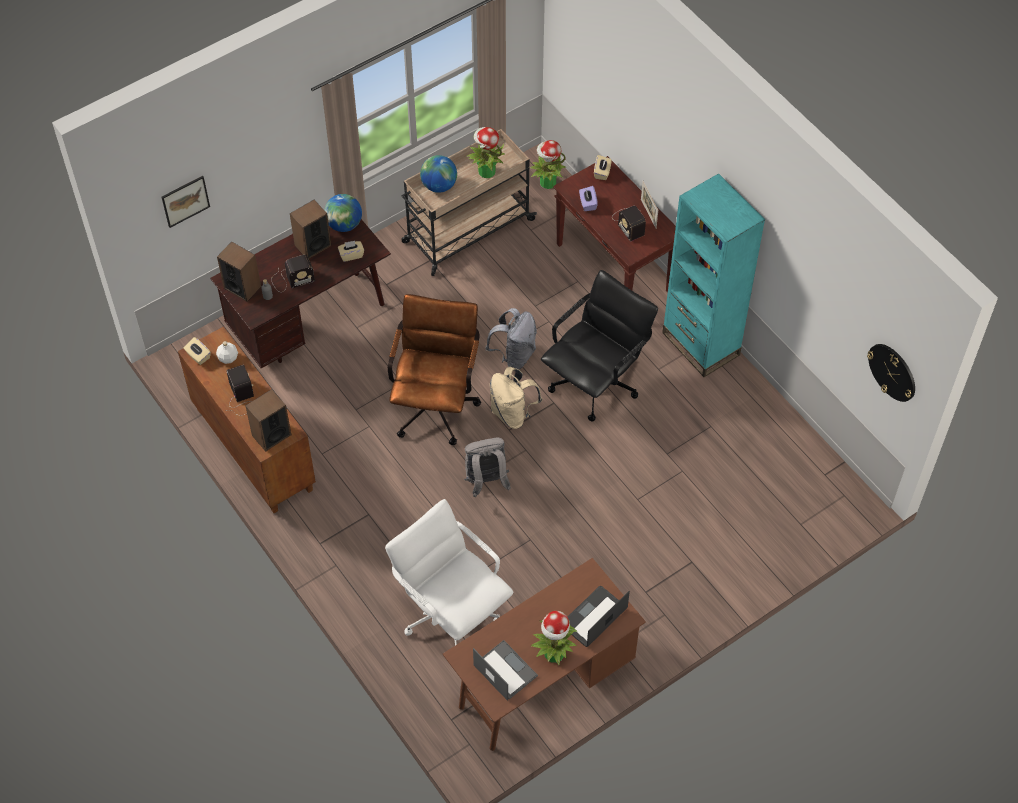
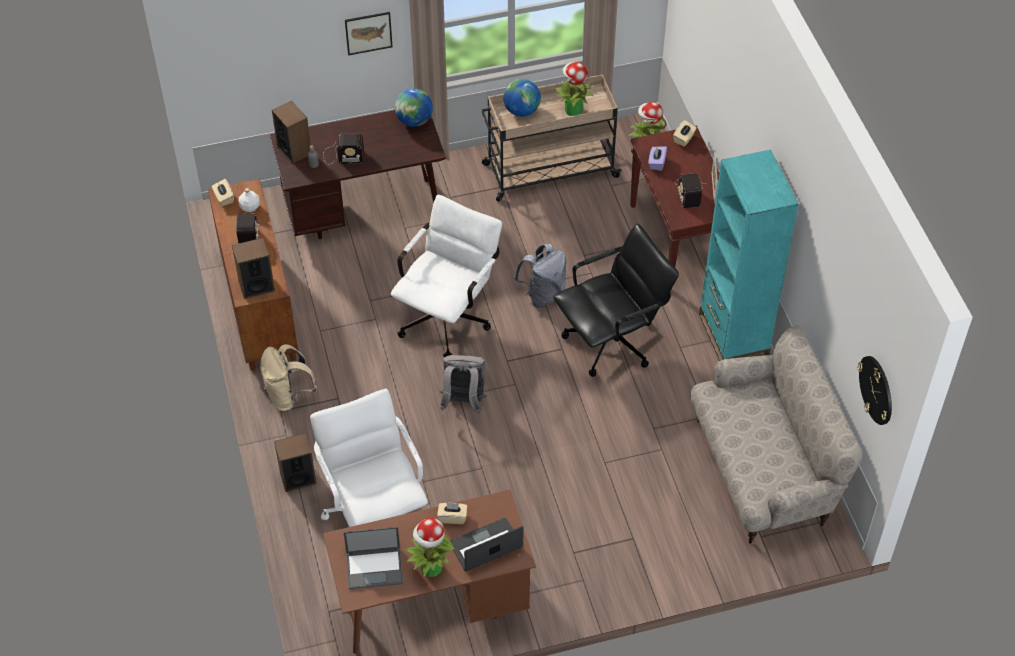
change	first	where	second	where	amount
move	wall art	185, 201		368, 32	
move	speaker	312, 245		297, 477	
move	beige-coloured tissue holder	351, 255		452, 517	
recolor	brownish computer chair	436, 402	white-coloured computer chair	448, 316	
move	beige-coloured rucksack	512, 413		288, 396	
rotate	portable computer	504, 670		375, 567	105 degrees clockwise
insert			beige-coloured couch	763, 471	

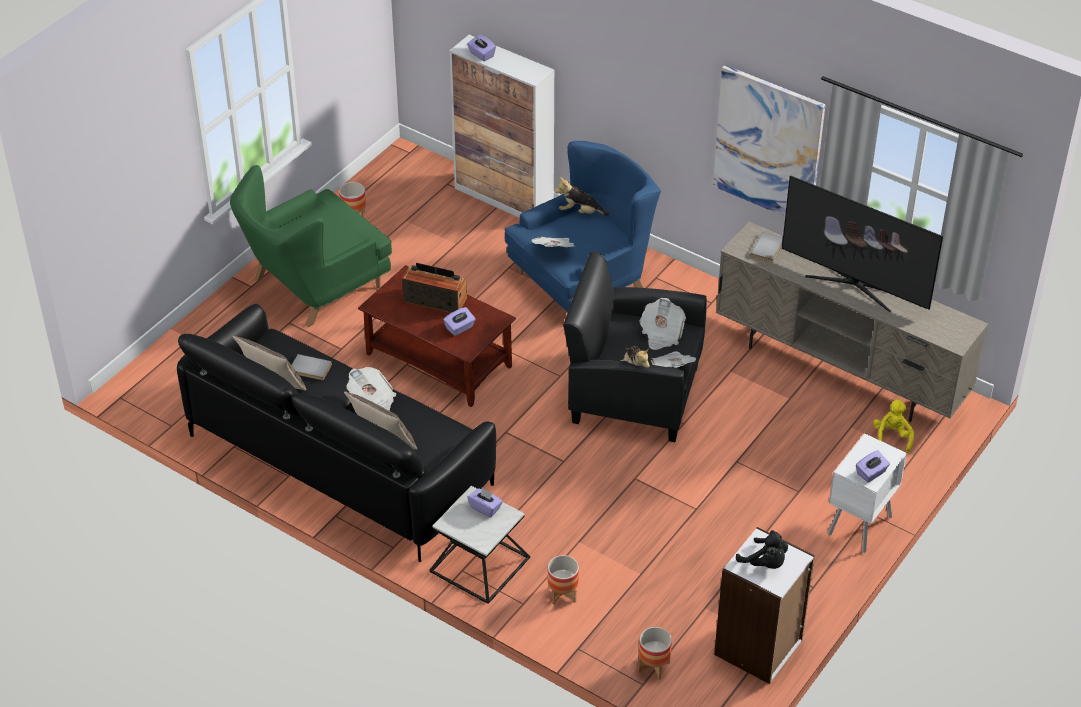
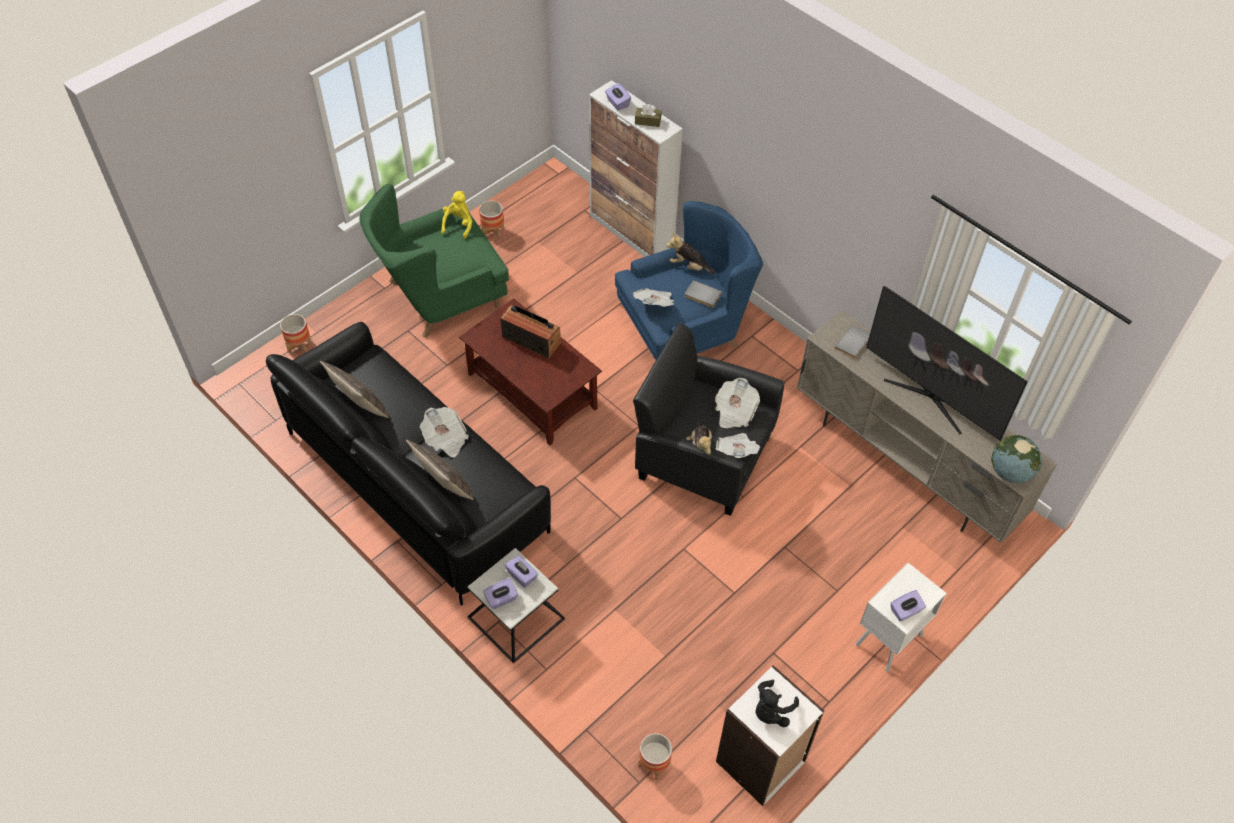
change	first	where	second	where	amount
delete	wall art	768, 145			
move	purplish tissue holder	460, 328		501, 599	
move	gray book	310, 369		702, 296	
move	yellowish cuddly toy	892, 438		458, 224	
rotate	black cuddly toy	765, 563		771, 711	75 degrees clockwise
move	flower pot	562, 594		299, 346	
insert			brownish tissue holder	647, 121	
insert			desk globe	1010, 472	

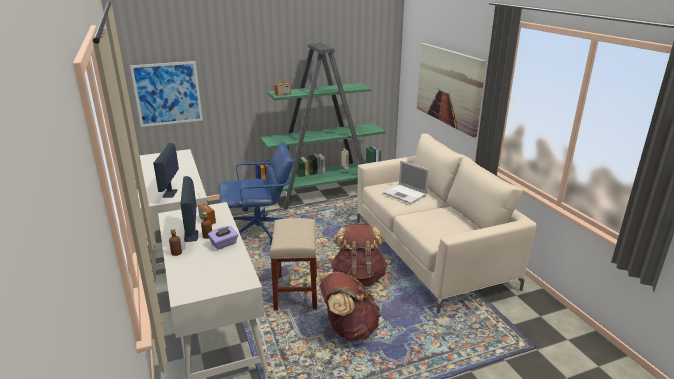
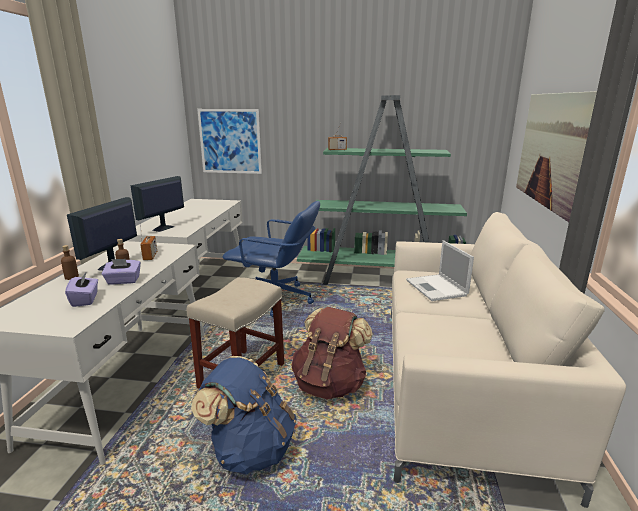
change	first	where	second	where	amount
recolor	brownish rucksack	348, 329	blue rucksack	250, 449	
insert			purplish tissue holder	85, 300	

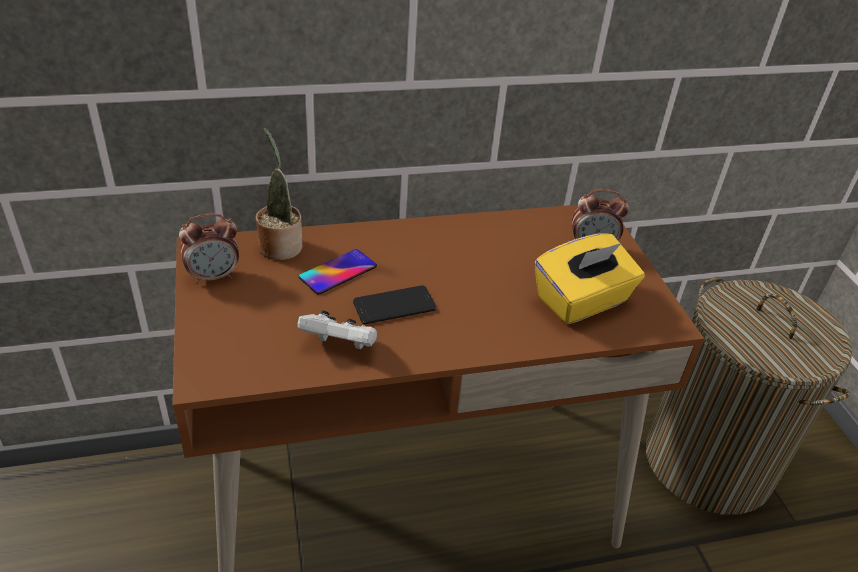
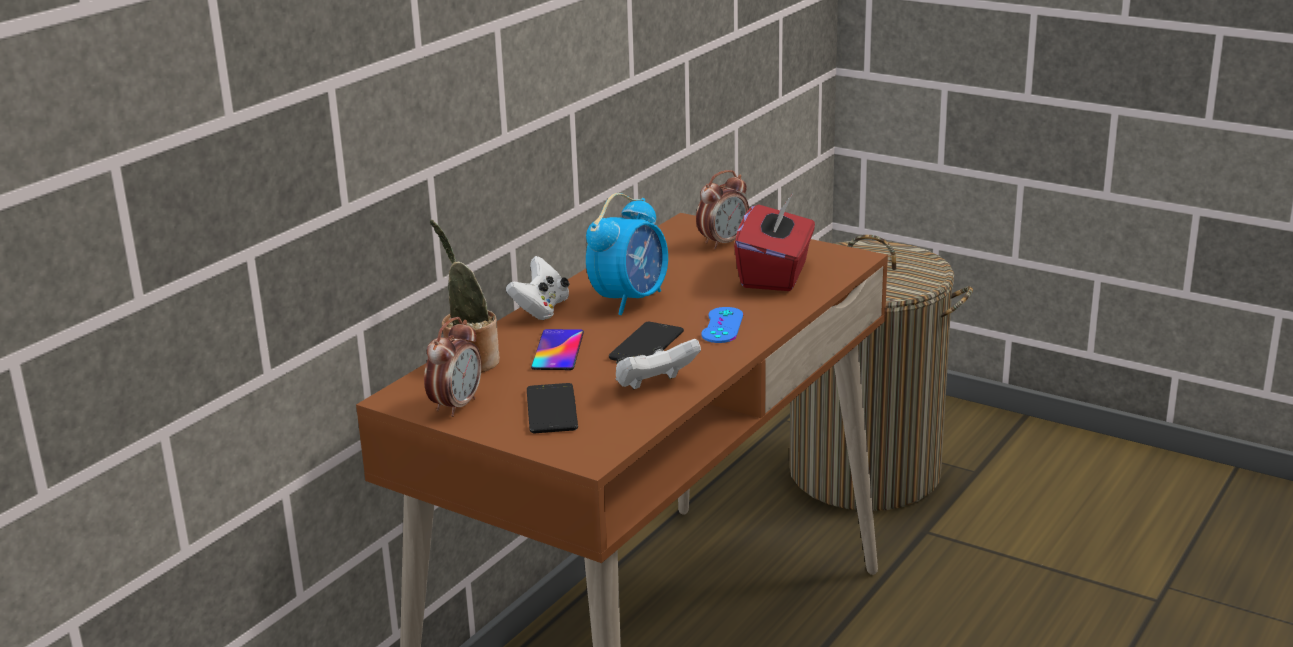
change	first	where	second	where	amount
recolor	yellowish tissue holder	582, 301	reddish tissue holder	775, 275	
insert			table clock	630, 300	
insert			white-coloured joypad	541, 310	
insert			blue joypad	722, 325	
insert			phone	552, 409	

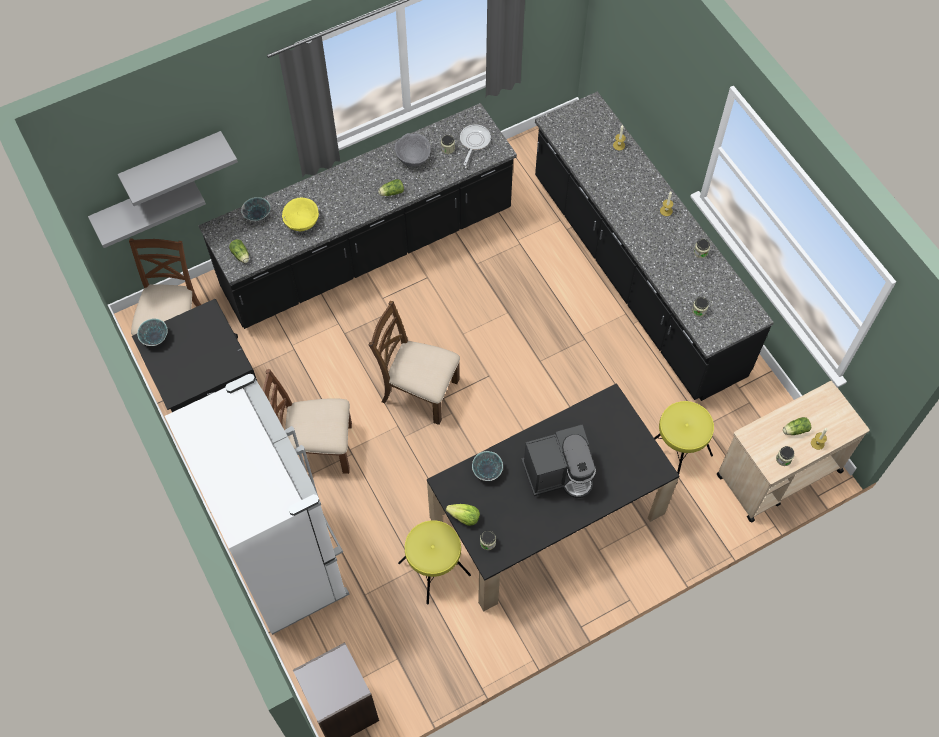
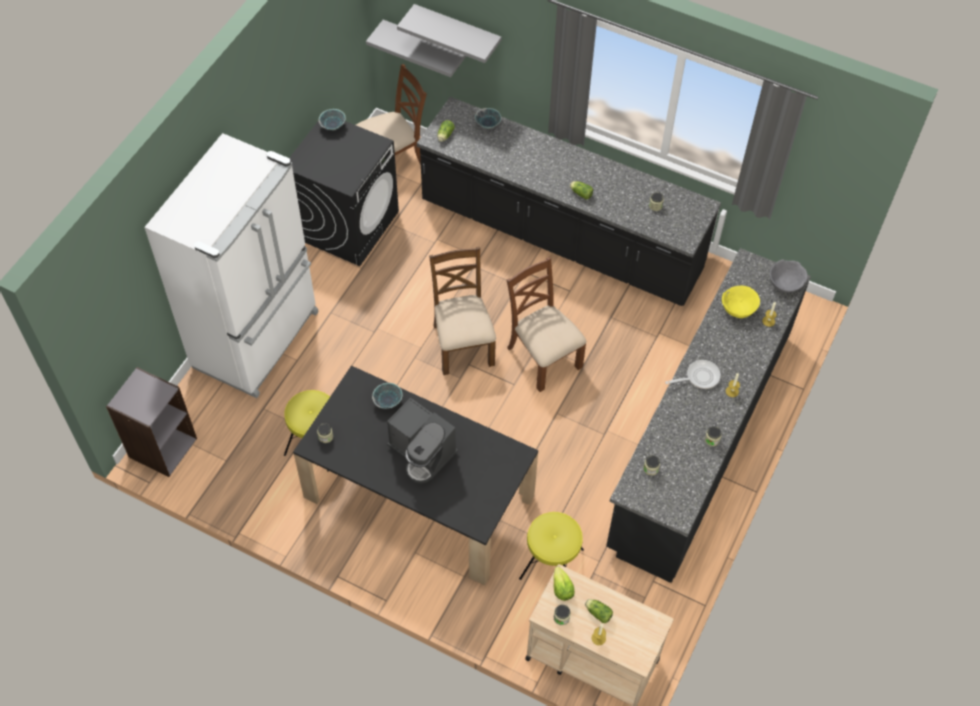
change	first	where	second	where	amount
move	skillet	474, 142		699, 377	
move	gray serving bowl	413, 157		785, 283	
move	yellowish serving bowl	301, 221		738, 308	
move	brownish plain chair	317, 447		543, 357	
move	head of lettuce	464, 517		562, 589	

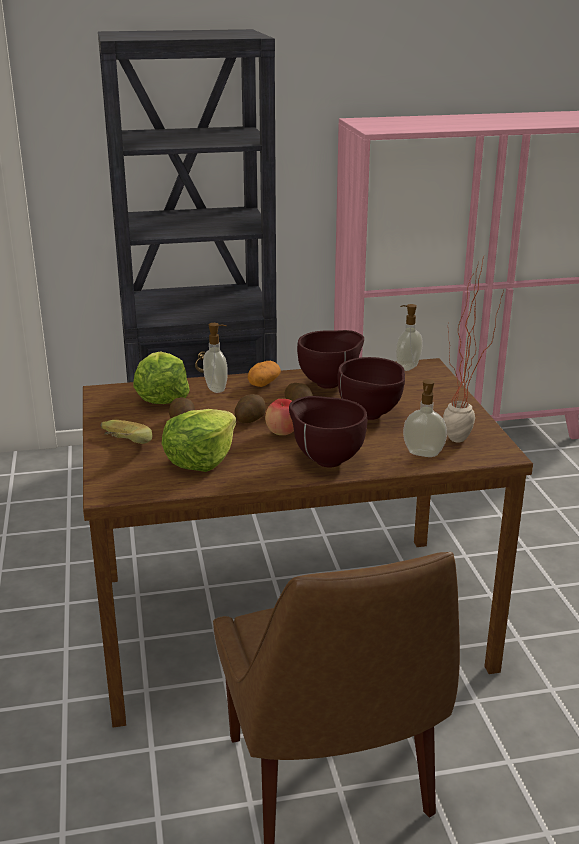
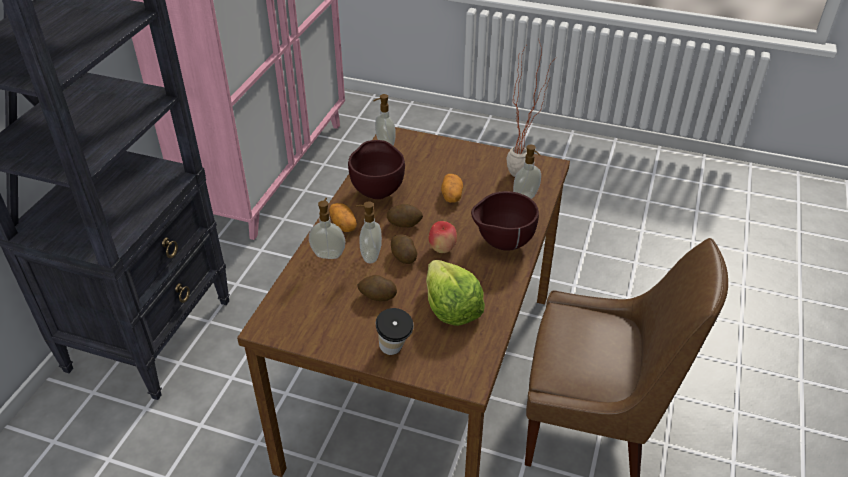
change	first	where	second	where	amount
delete	head of lettuce	161, 396			
replace	brownish serving bowl	371, 416	whole potato	451, 195	
replace	whole banana	118, 449	cup	394, 351	
insert			soap bottle	370, 256	

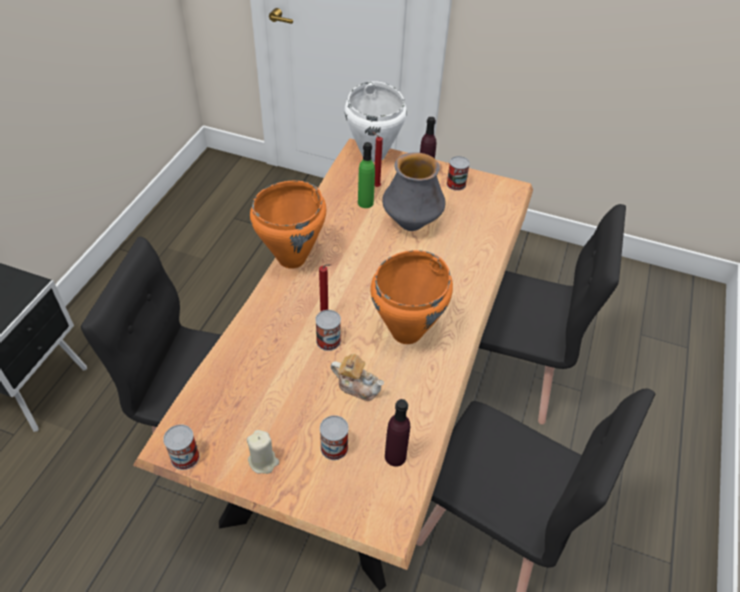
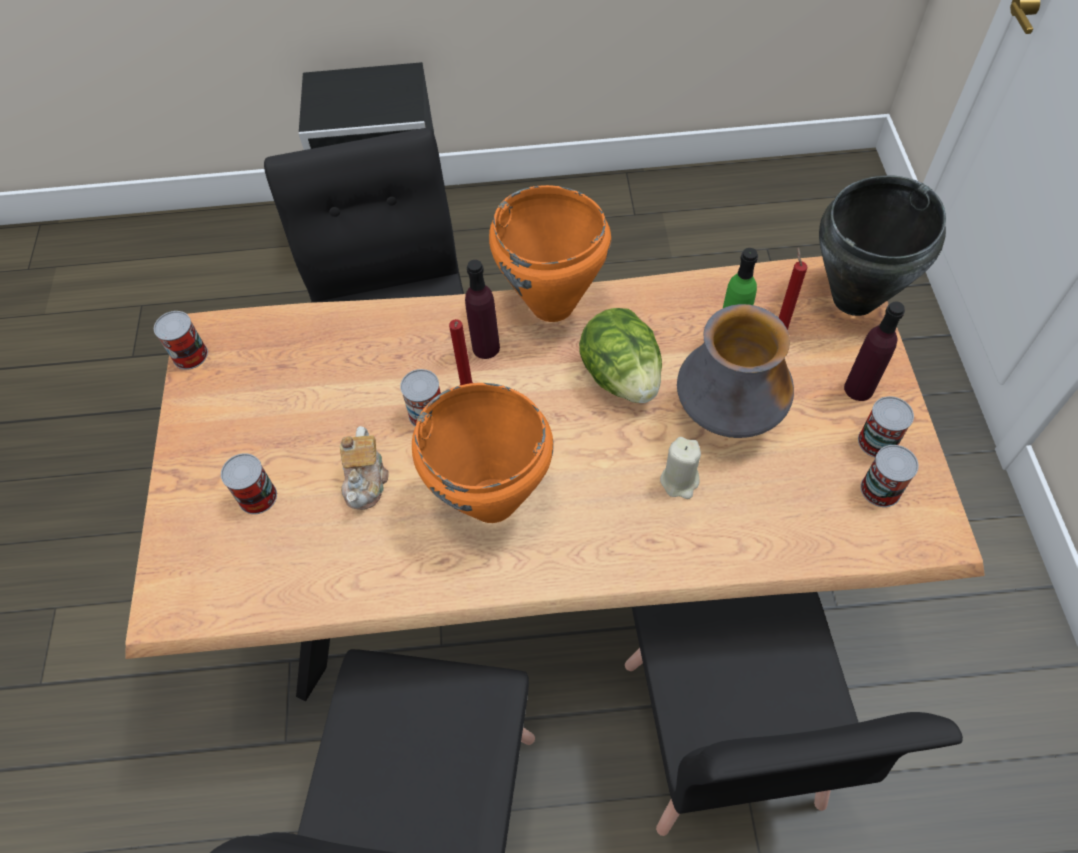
change	first	where	second	where	amount
recolor	white-coloured cooking pot	374, 154	black cooking pot	855, 299	
move	purplish drink bottle	395, 456		486, 347	
move	beige-coloured wax light	263, 461		679, 481	
insert			head of lettuce	621, 376	
insert			can	880, 489	

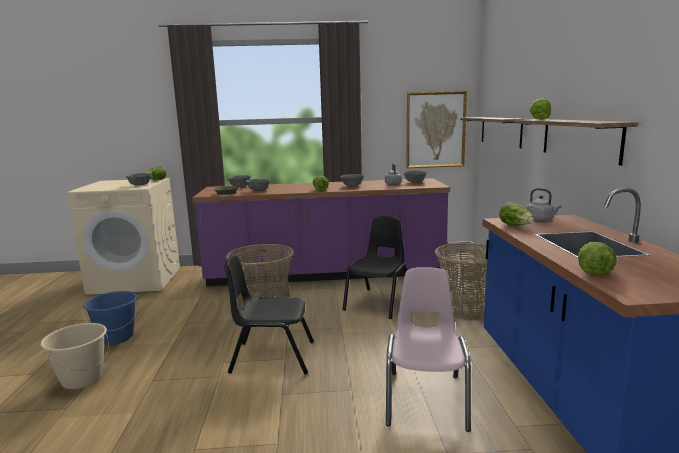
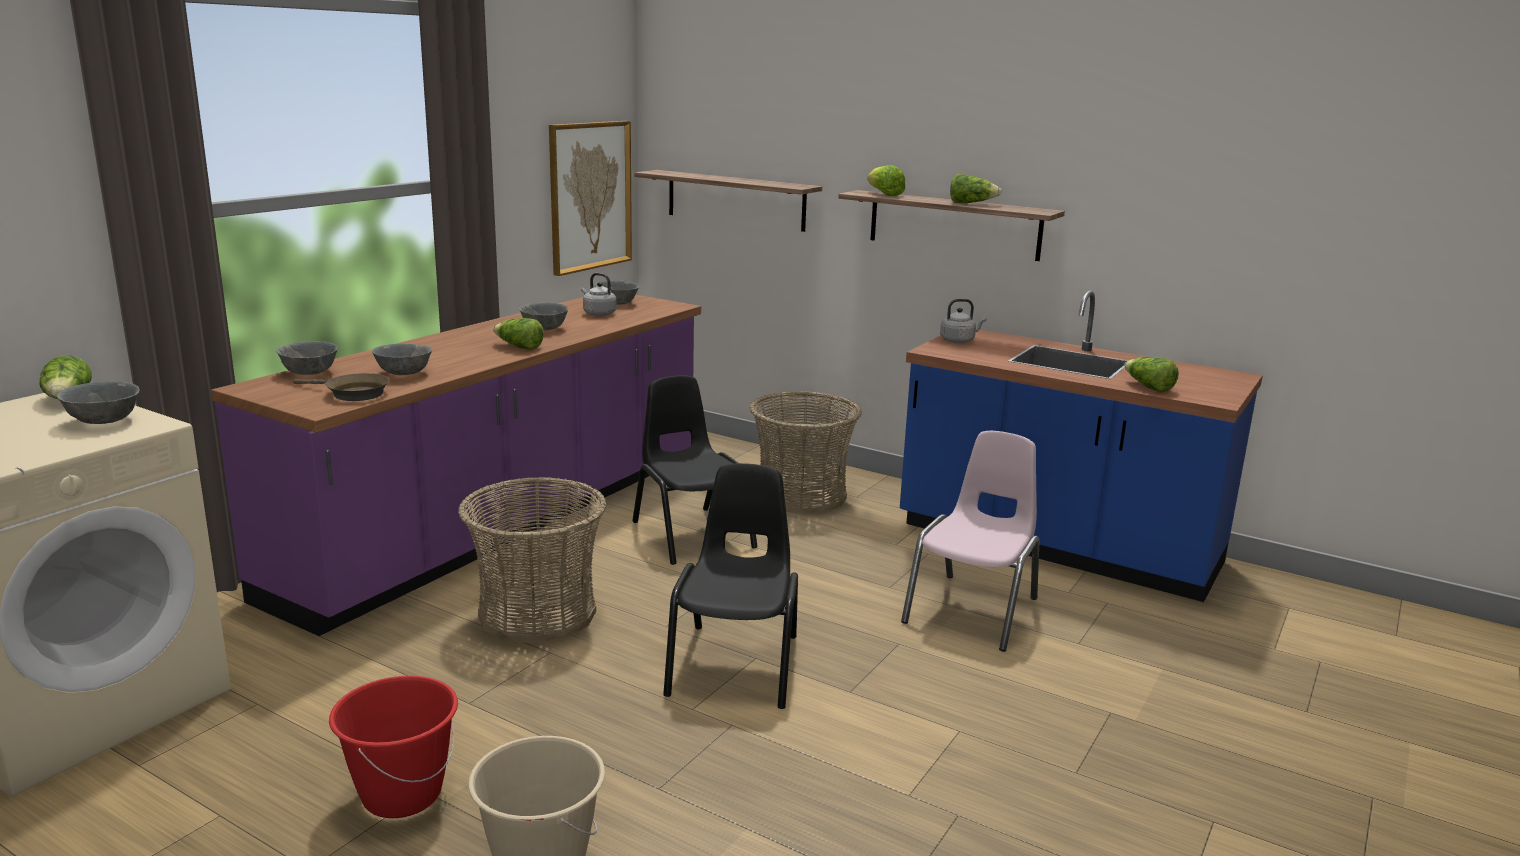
change	first	where	second	where	amount
move	head of lettuce	516, 226		971, 203	
rotate	black plain chair	272, 357		736, 665	150 degrees clockwise
rotate	pink-coloured plain chair	426, 399		973, 611	75 degrees clockwise
recolor	blue bucket	116, 337	reddish bucket	401, 795	

